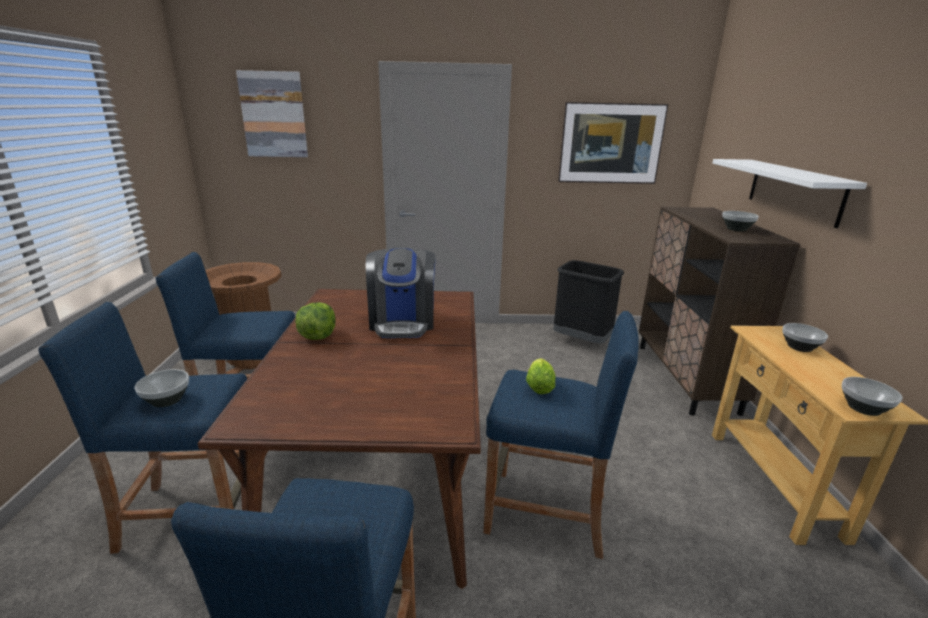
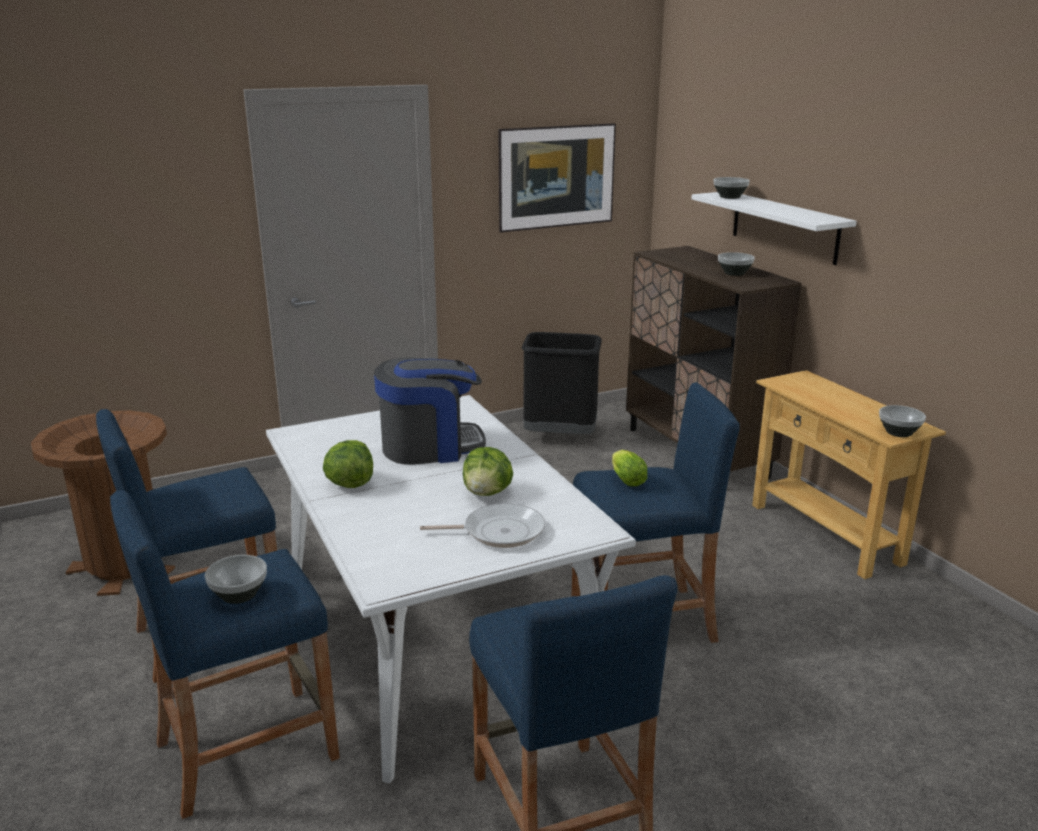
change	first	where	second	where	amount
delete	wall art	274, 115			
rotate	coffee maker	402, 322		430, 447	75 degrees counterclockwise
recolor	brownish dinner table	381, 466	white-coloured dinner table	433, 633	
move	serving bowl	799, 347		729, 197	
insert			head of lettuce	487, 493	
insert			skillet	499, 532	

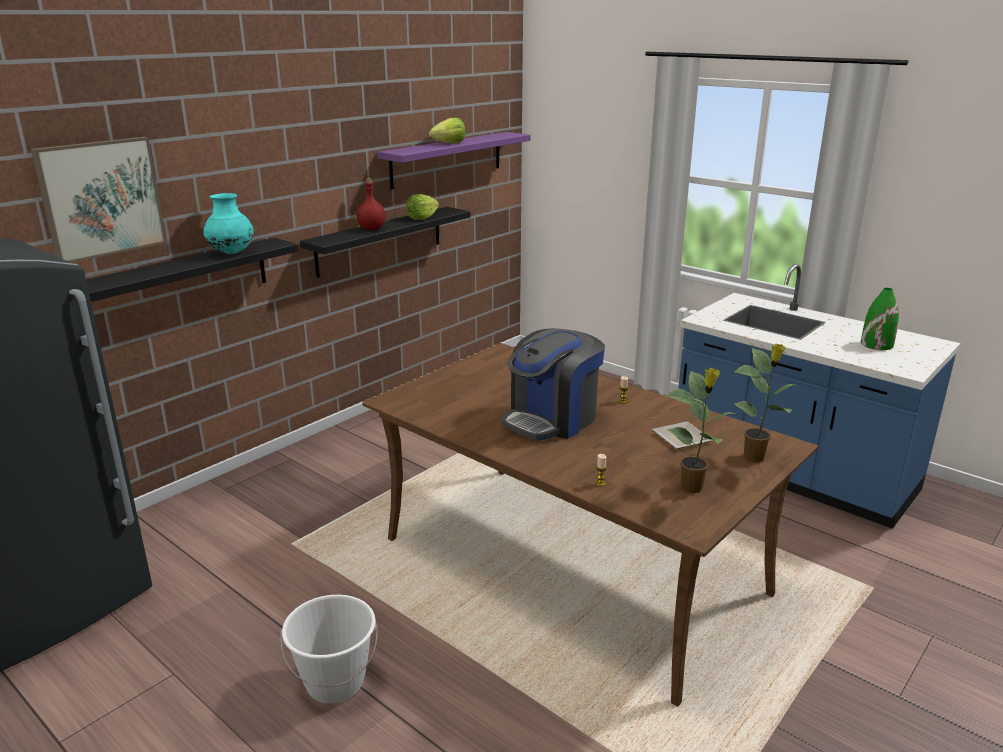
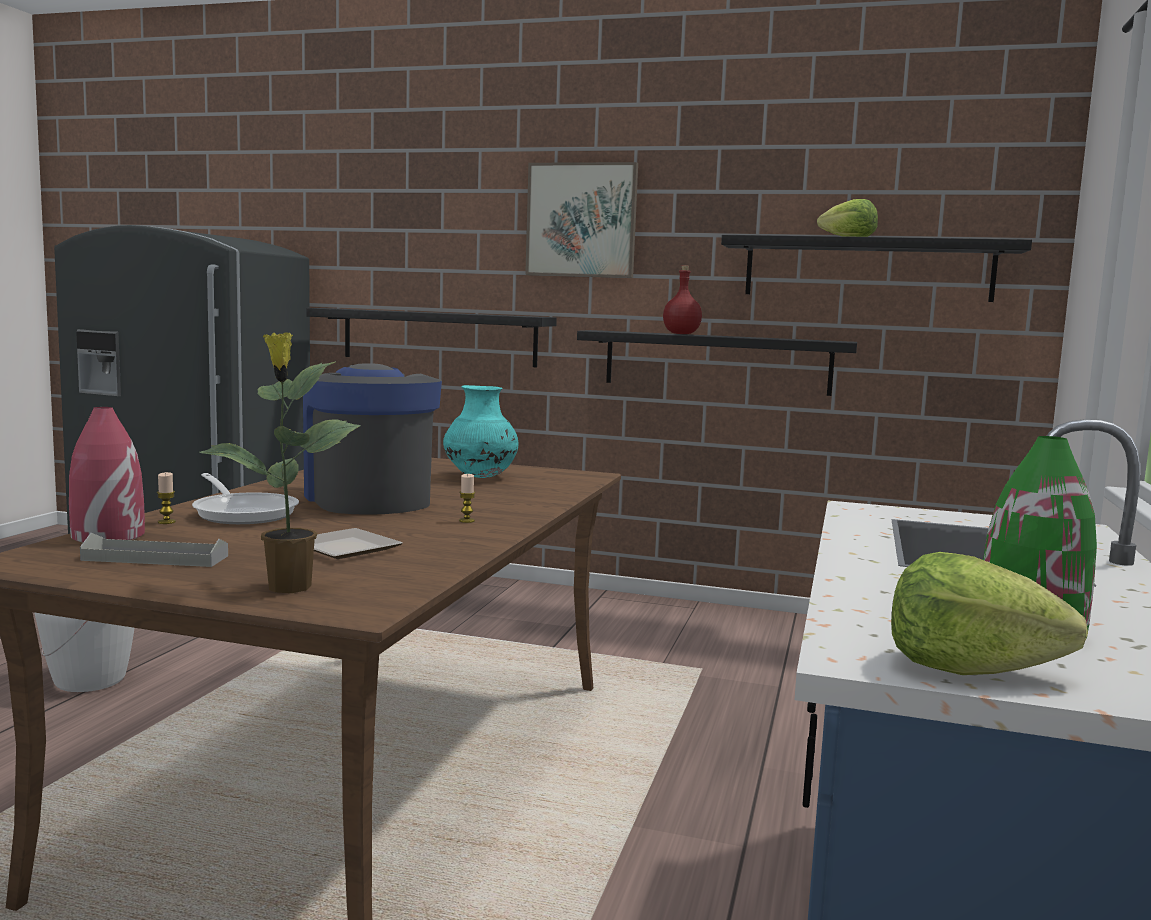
change	first	where	second	where	amount
recolor	purplish bracket shelf	447, 159	black bracket shelf	867, 269	
move	wall art	101, 198		581, 220	
move	blue-green decorative vase	232, 253		480, 477	
move	head of lettuce	422, 218		968, 668	
rotate	coffee maker	552, 419		368, 499	45 degrees clockwise
replace	plant in a pot	693, 488	gray serving tray	155, 558	
insert			reddish decorative vase	107, 535	
insert			skillet	243, 513	

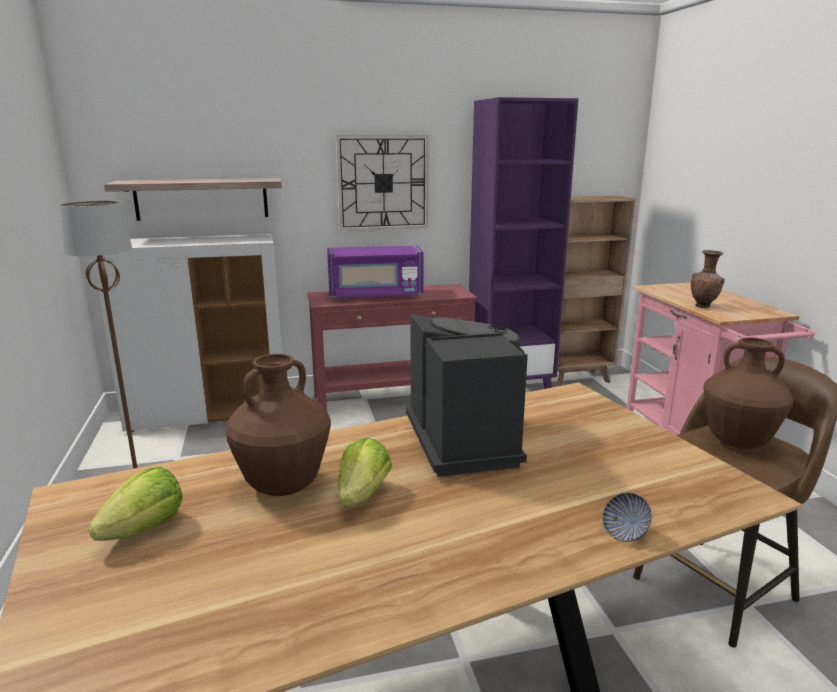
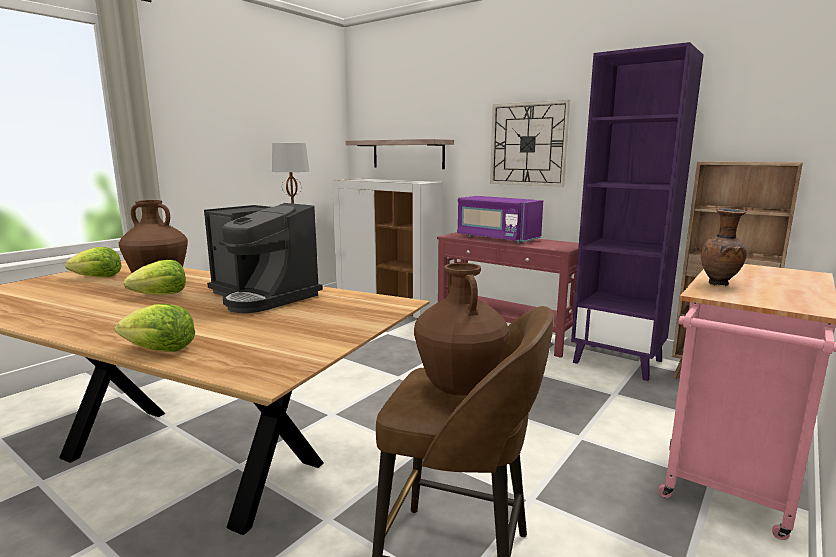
change	first	where	second	where	amount
rotate	coffee maker	465, 440		263, 296	90 degrees clockwise
replace	serving bowl	625, 533	head of lettuce	159, 350	

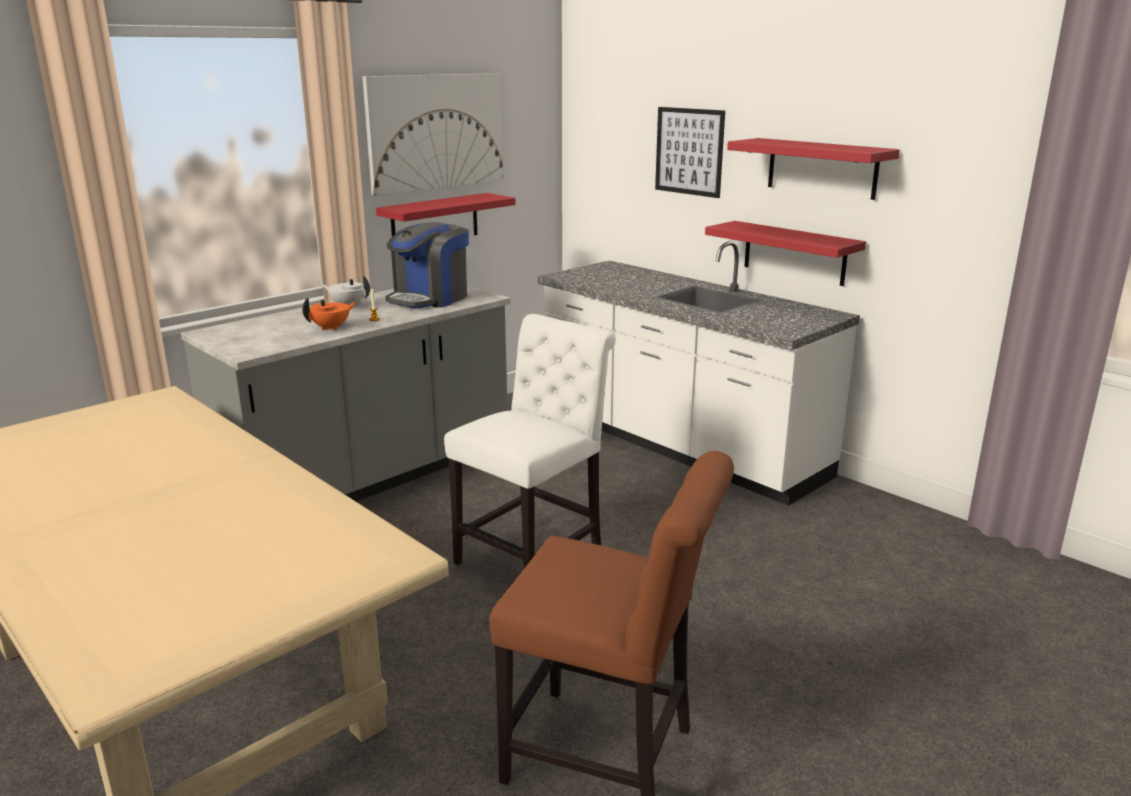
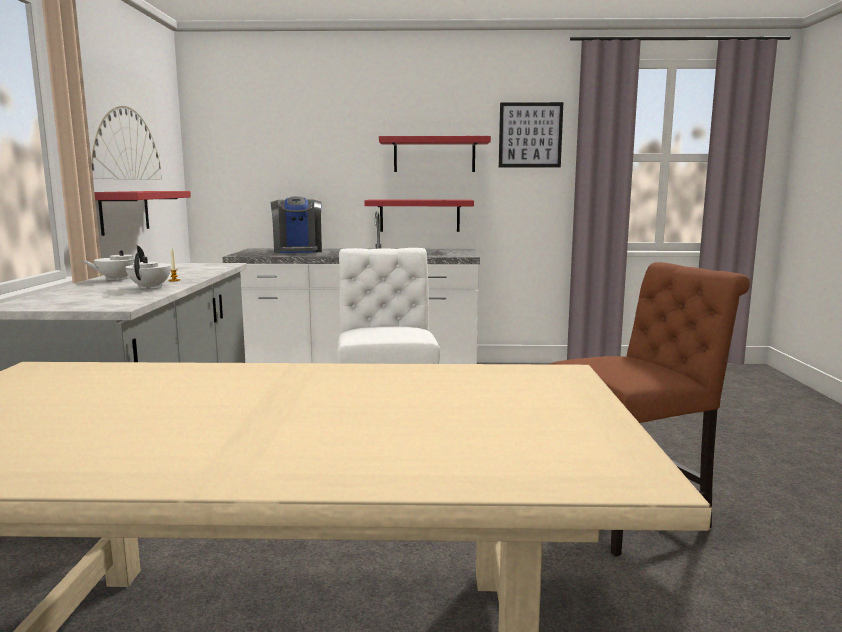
change	first	where	second	where	amount
move	wall art	689, 151		530, 135	
move	coffee maker	430, 298		298, 251	
recolor	orange teapot	331, 328	white-coloured teapot	151, 287	

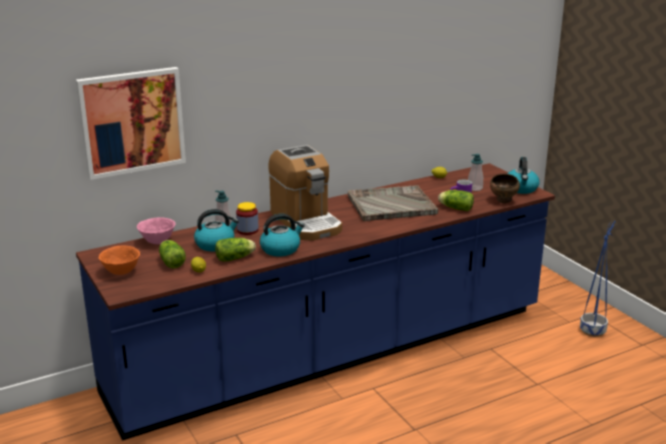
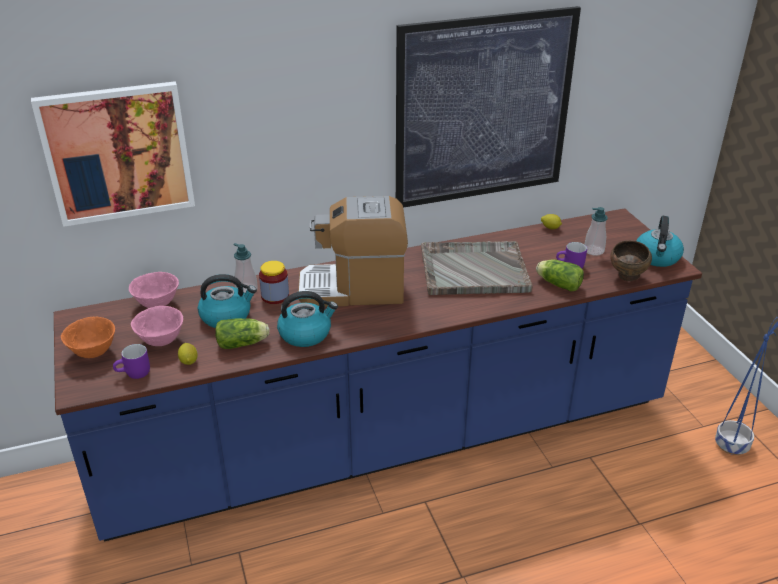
change	first	where	second	where	amount
rotate	coffee maker	306, 222		354, 289	105 degrees clockwise
replace	head of lettuce	171, 262	pink-coloured serving bowl	161, 341	
insert			wall art	483, 109	
insert			purplish mug	134, 374	

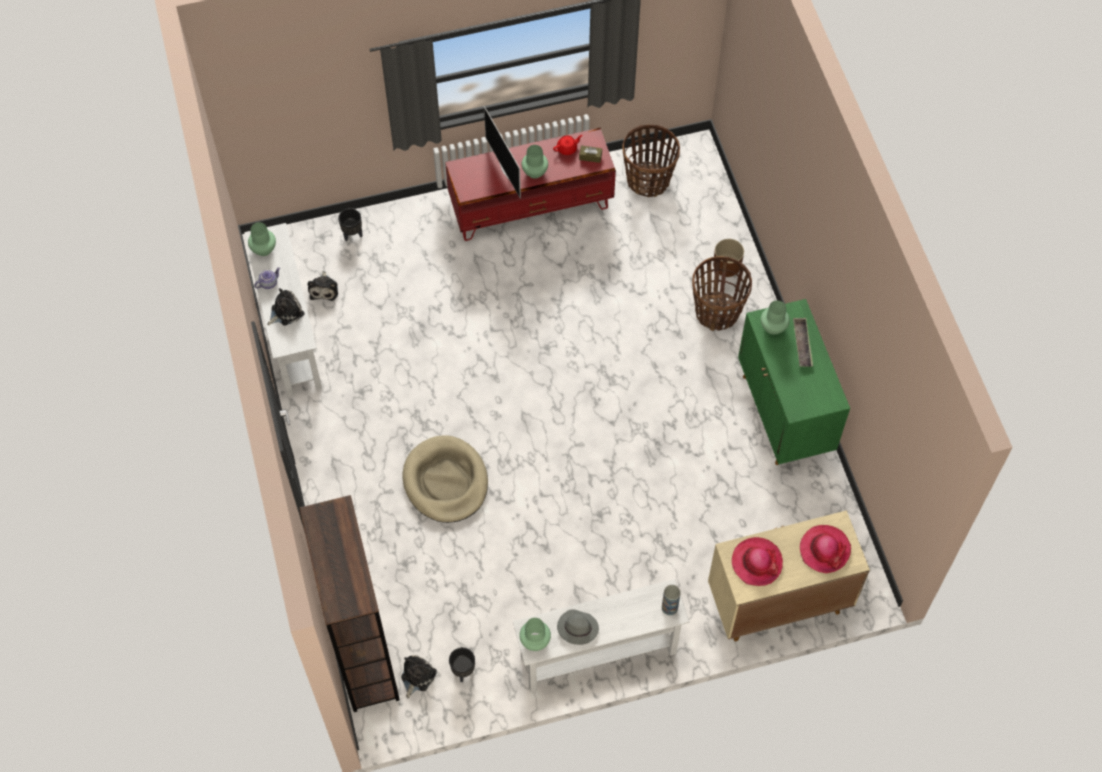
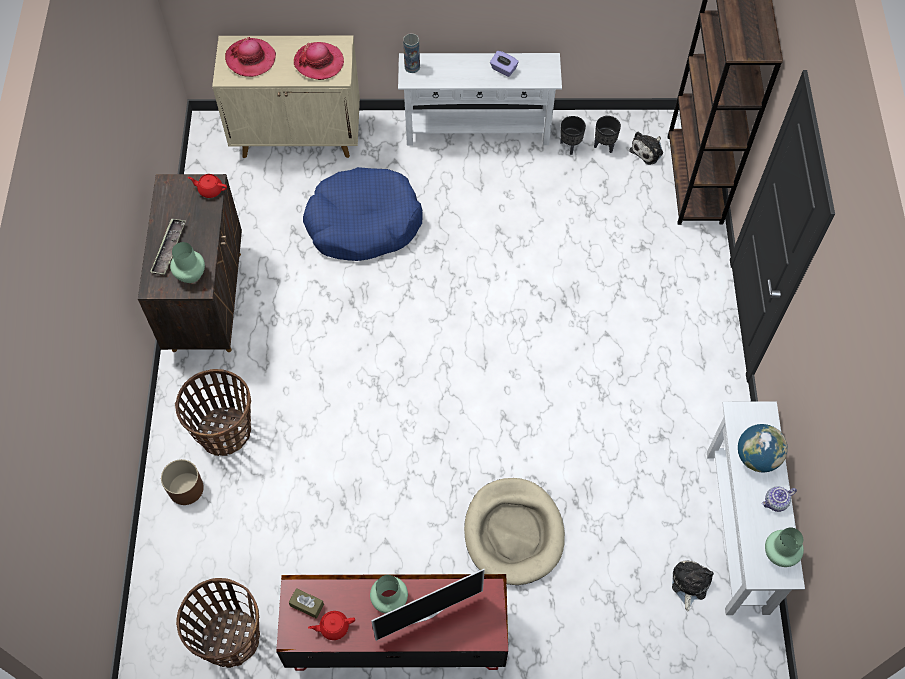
change	first	where	second	where	amount
rotate	television	506, 170		427, 613	75 degrees clockwise
move	black flower pot	352, 234		570, 146	
replace	cuddly toy	285, 312	desk globe	756, 457	
recolor	green-coloured cupboard	784, 414	brownish cupboard	207, 300	
move	beige-coloured dog bed	445, 481		513, 533	
replace	gray wearable hat	577, 628	purplish tissue holder	503, 69	
delete	green-coloured decorative vase	535, 640			
insert			blue dog bed	363, 223	
insert			reddish teapot	210, 190	

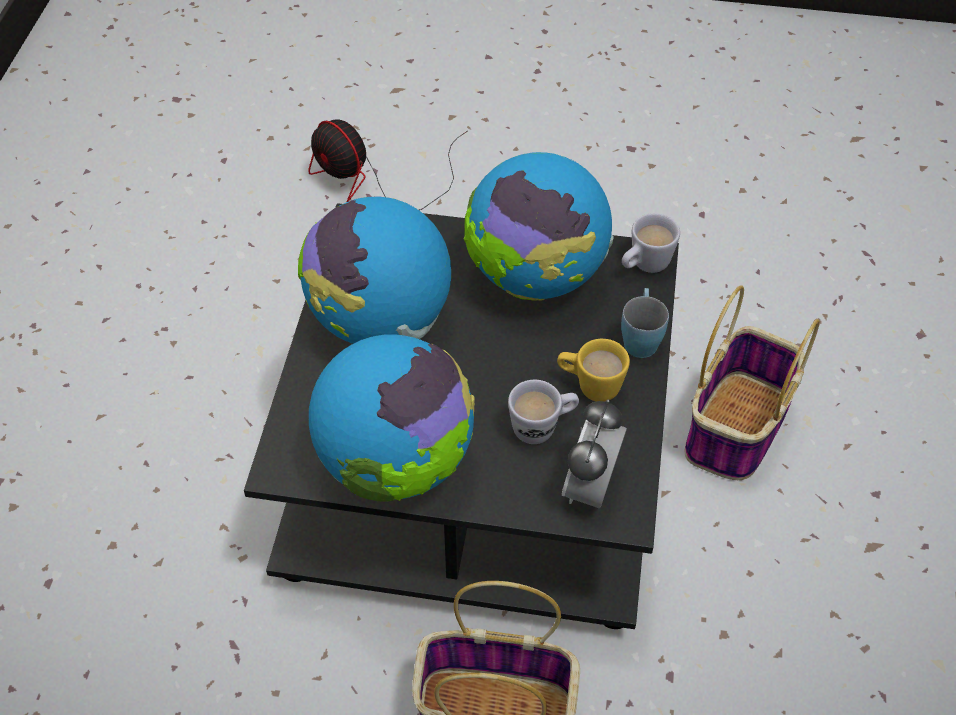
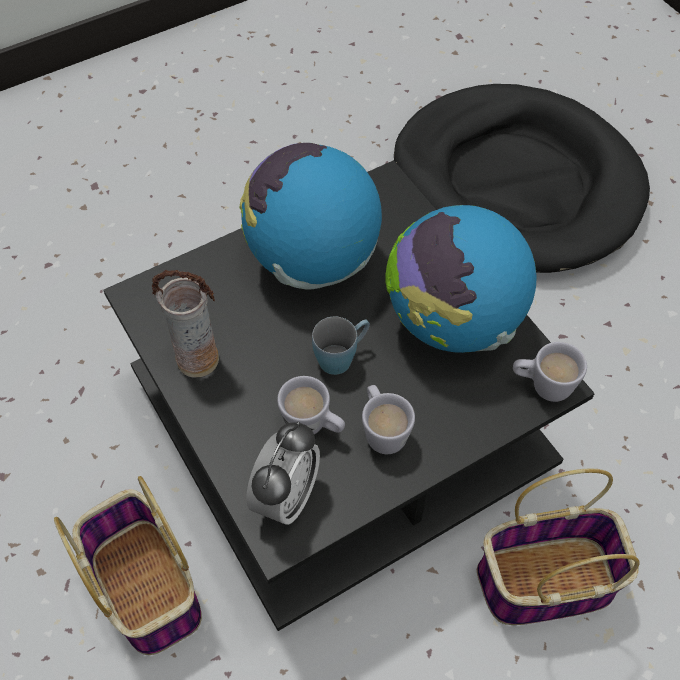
change	first	where	second	where	amount
replace	electric fan	374, 180	black dog bed	516, 184	
move	blue mug	640, 337		342, 356	
replace	desk globe	396, 464	decorative vase	198, 358	
recolor	yellowish mug	590, 386	white-coloured mug	382, 430	
rotate	table clock	590, 487		286, 496	135 degrees clockwise

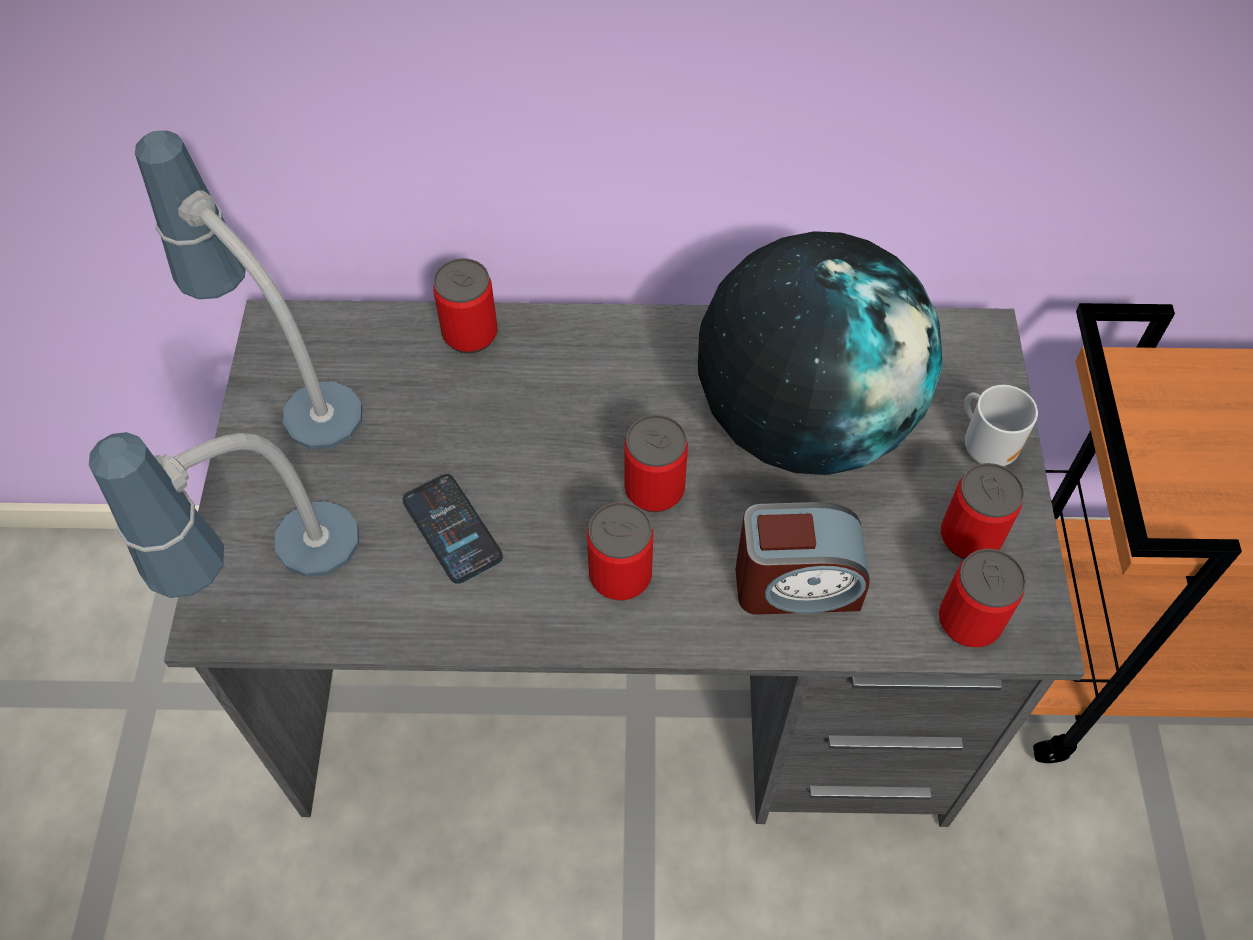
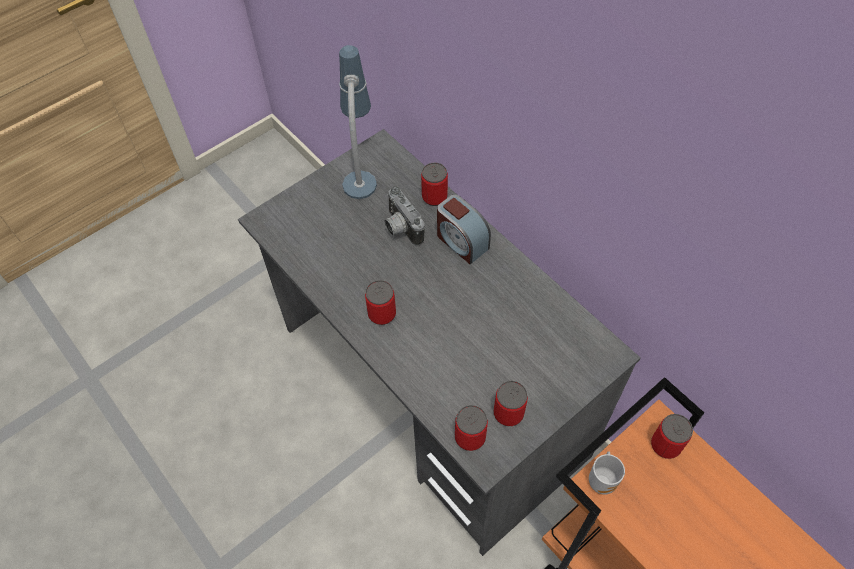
change	first	where	second	where	amount
delete	desk globe	803, 422			
move	mug	987, 447		603, 480	
move	can	654, 489		665, 445	
delete	table lamp	275, 582			
delete	phone	452, 529			
move	table clock	796, 584		461, 241	
insert			still camera	400, 228	

